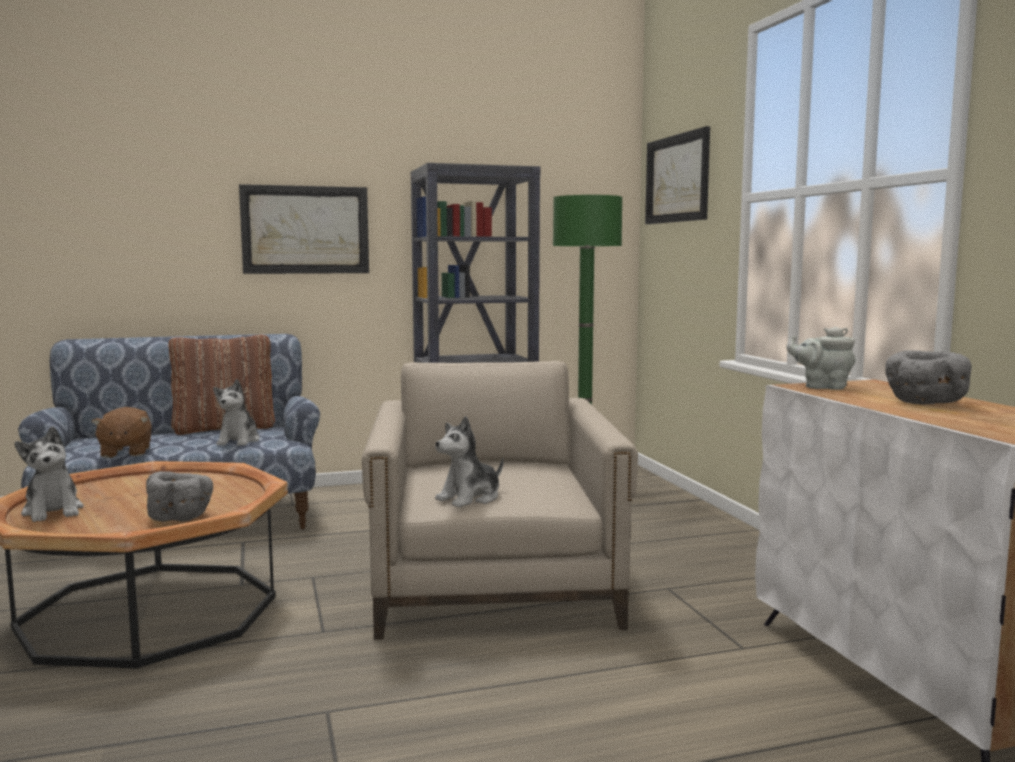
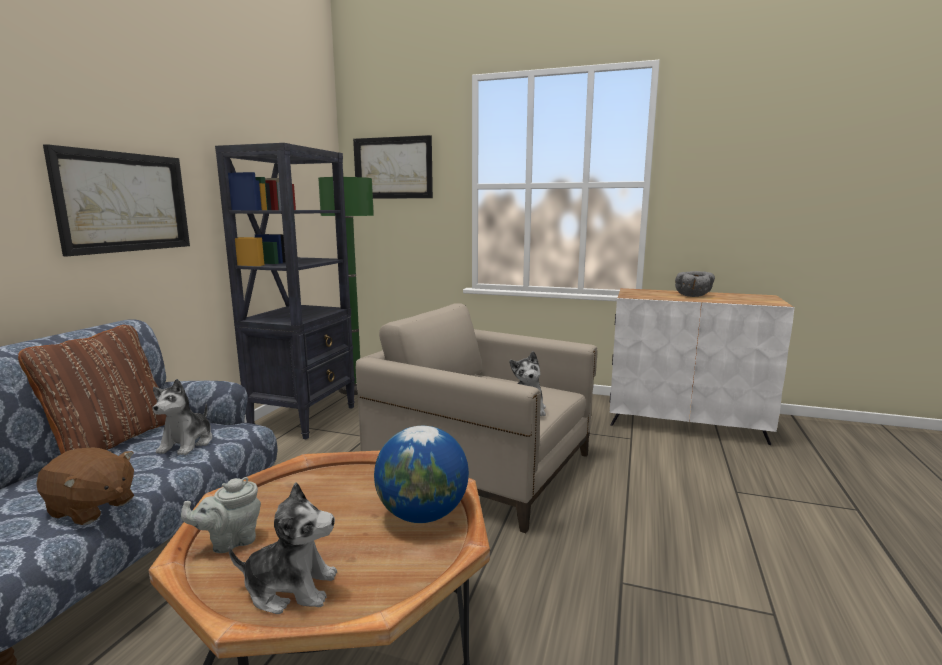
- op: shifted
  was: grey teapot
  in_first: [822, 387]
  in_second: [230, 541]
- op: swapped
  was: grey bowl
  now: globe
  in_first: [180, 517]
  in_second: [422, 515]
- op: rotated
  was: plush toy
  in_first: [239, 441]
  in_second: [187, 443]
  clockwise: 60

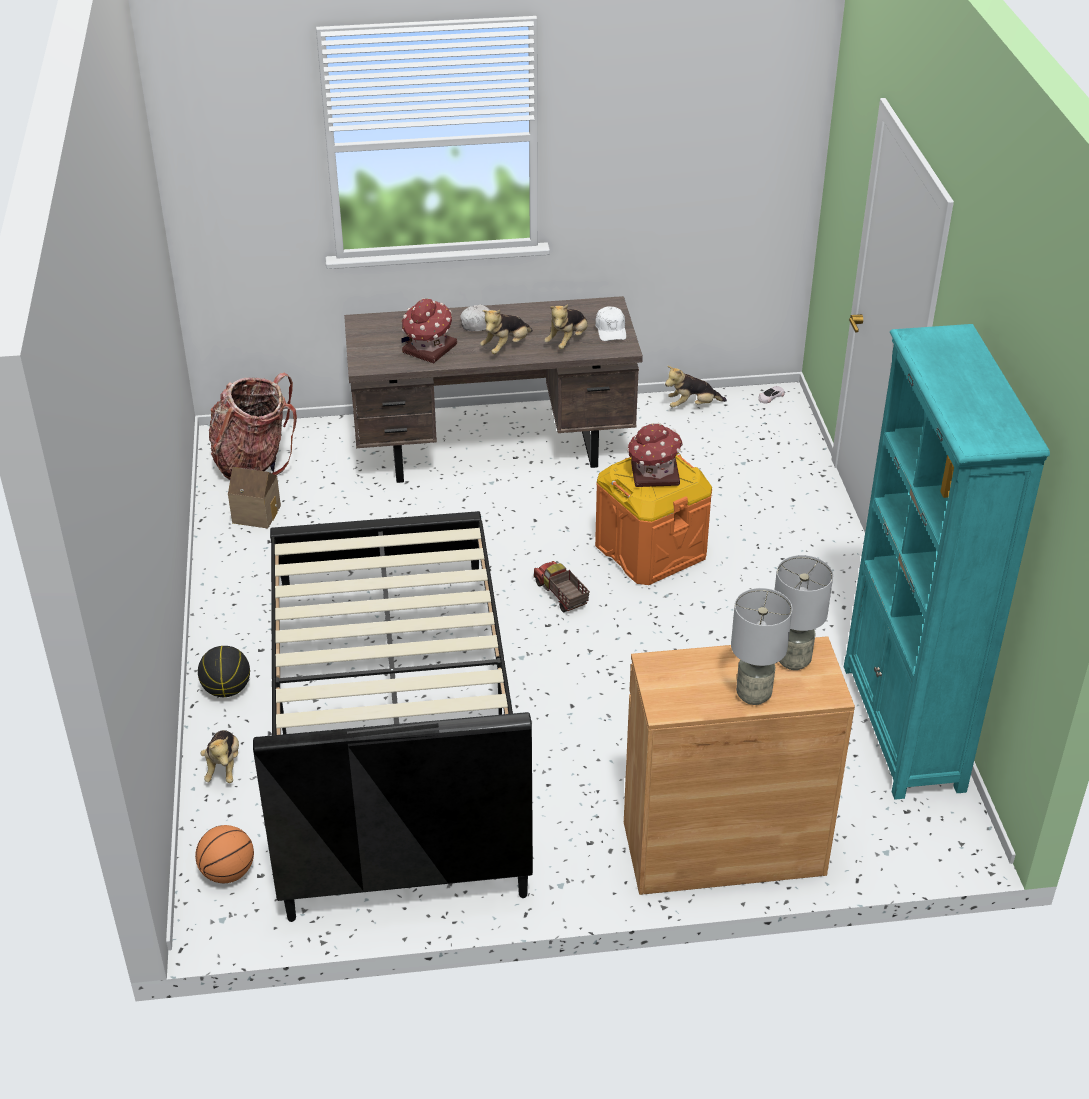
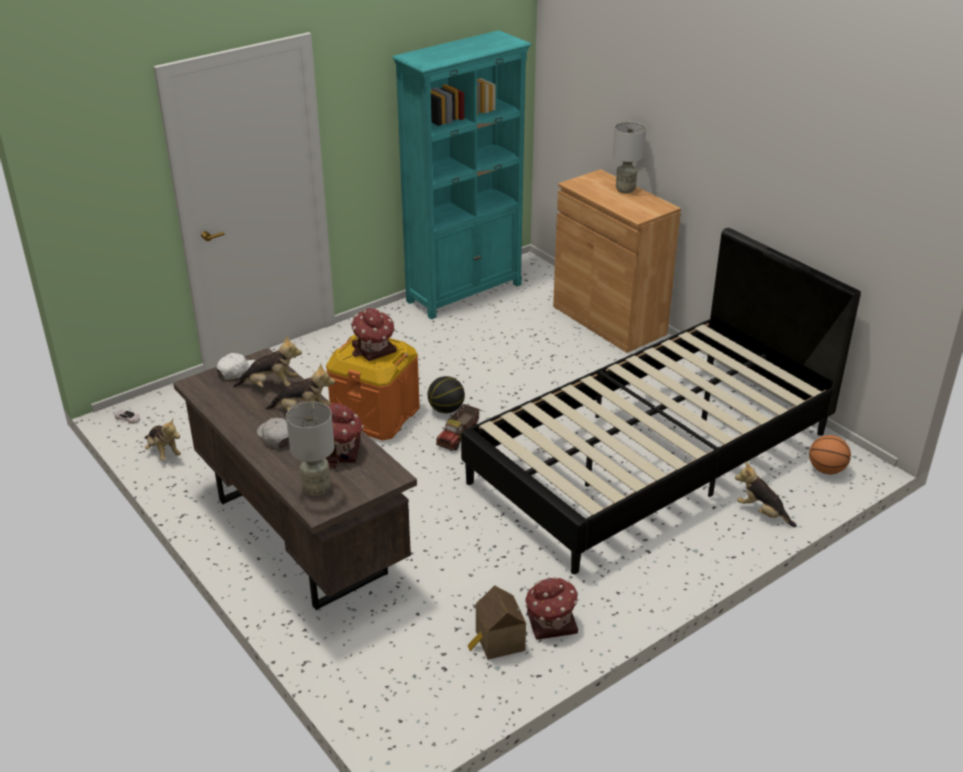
- op: gone
  was: backpack
  in_first: [254, 461]
- op: new
  now: toy house
  in_second: [550, 623]
- op: shifted
  was: basketball
  in_first: [227, 689]
  in_second: [446, 409]
- op: shifted
  was: grey table lamp
  in_first: [792, 660]
  in_second: [316, 489]
- op: rotated
  was: plush toy
  in_first: [223, 767]
  in_second: [762, 513]
  clockwise: -105

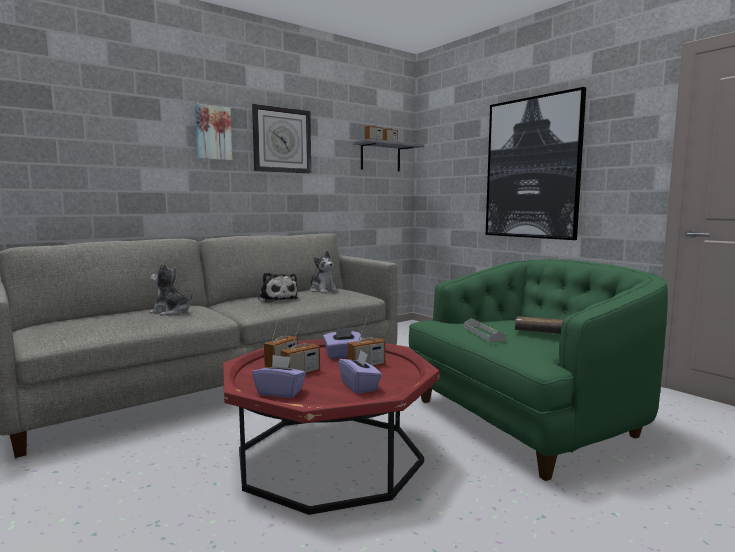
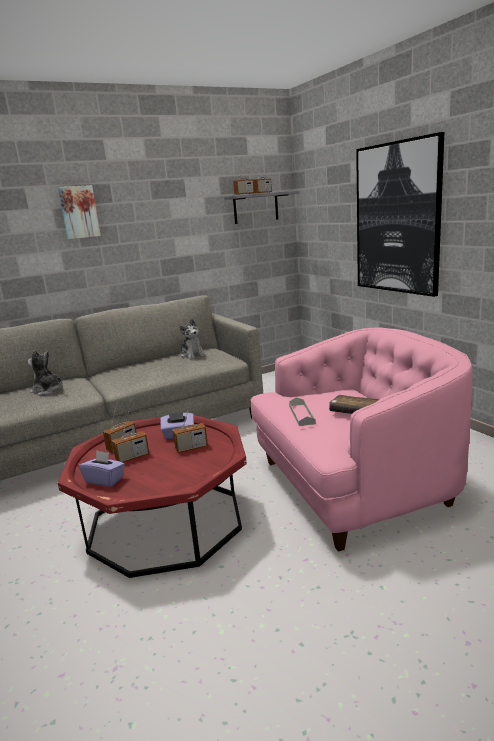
- op: gone
  was: wall clock
  in_first: [282, 140]
- op: gone
  was: plush toy
  in_first: [277, 299]
- op: gone
  was: purple tissue box
  in_first: [359, 386]
- op: repainted
  was: green armchair
  now: pink armchair
  in_first: [525, 420]
  in_second: [353, 485]

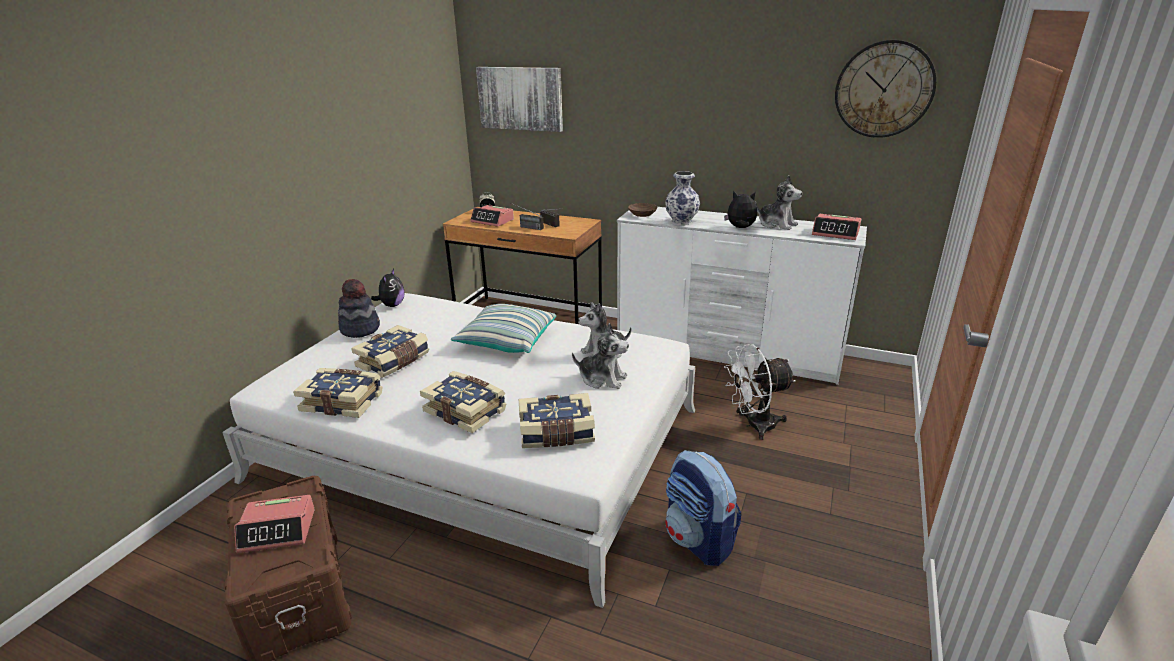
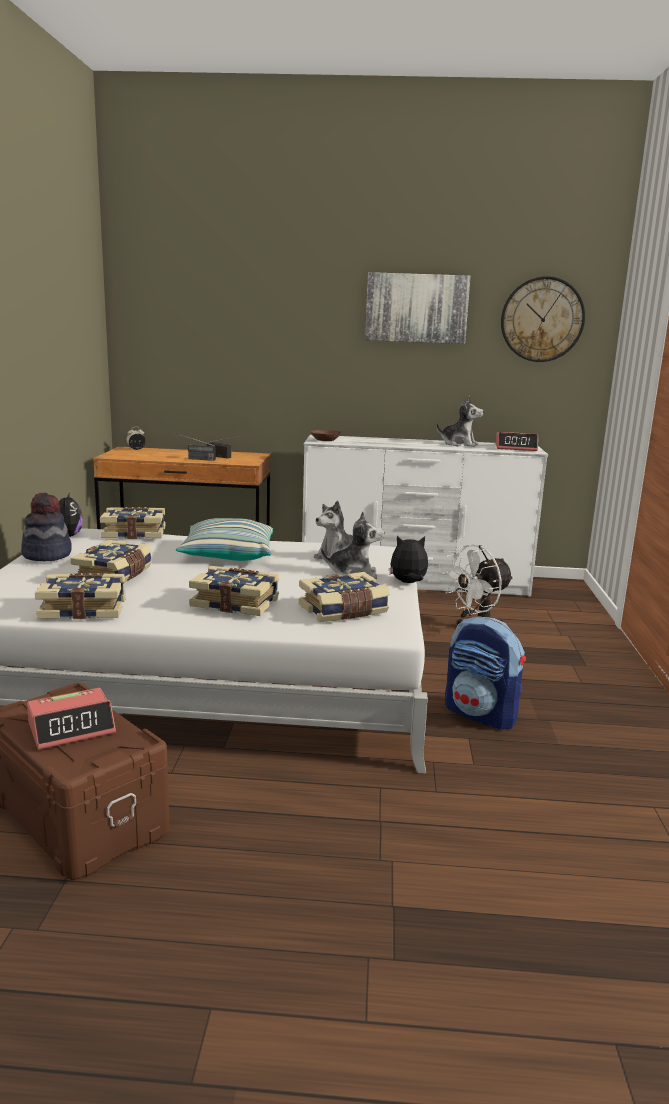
- op: gone
  was: alarm clock
  in_first: [492, 221]
- op: gone
  was: vase
  in_first: [682, 222]
- op: new
  now: book
  in_second: [134, 533]
- op: shifted
  was: picture
  in_first: [520, 98]
  in_second: [416, 308]
- op: shifted
  was: plush toy
  in_first: [740, 228]
  in_second: [408, 583]

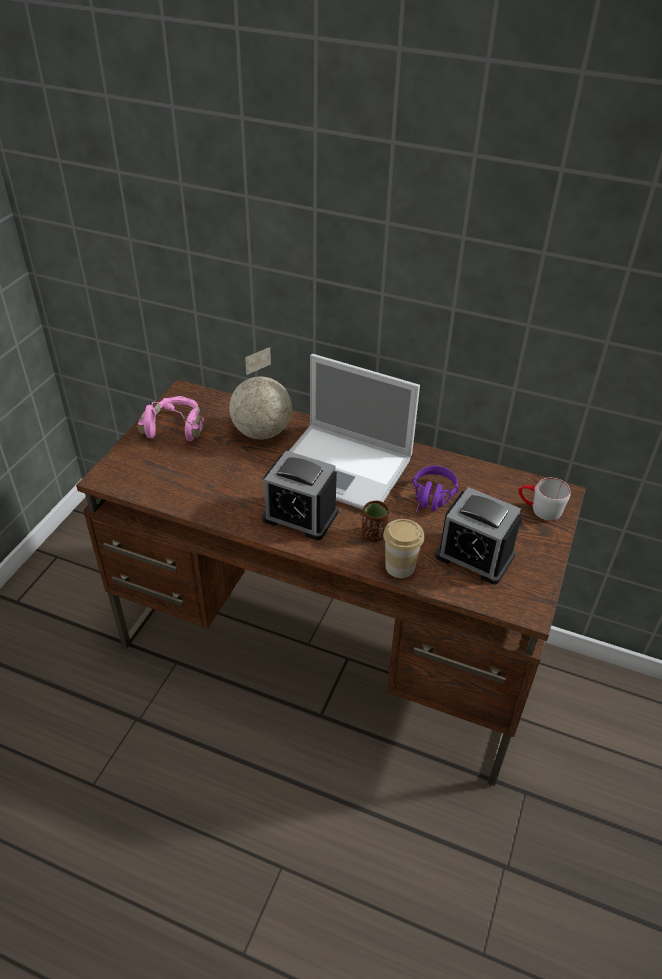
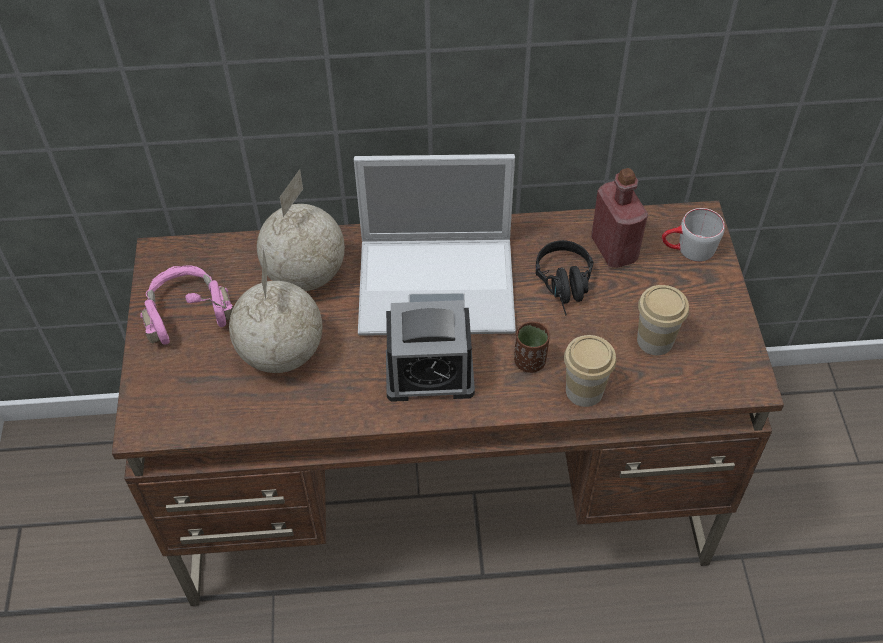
- op: new
  now: globe
  in_second: [282, 352]
- op: new
  now: red bottle
  in_second: [614, 249]
- op: swapped
  was: alarm clock
  now: cup
  in_first: [474, 556]
  in_second: [655, 340]
- op: repainted
  was: purple headphones
  now: black headphones
  in_first: [431, 500]
  in_second: [566, 288]

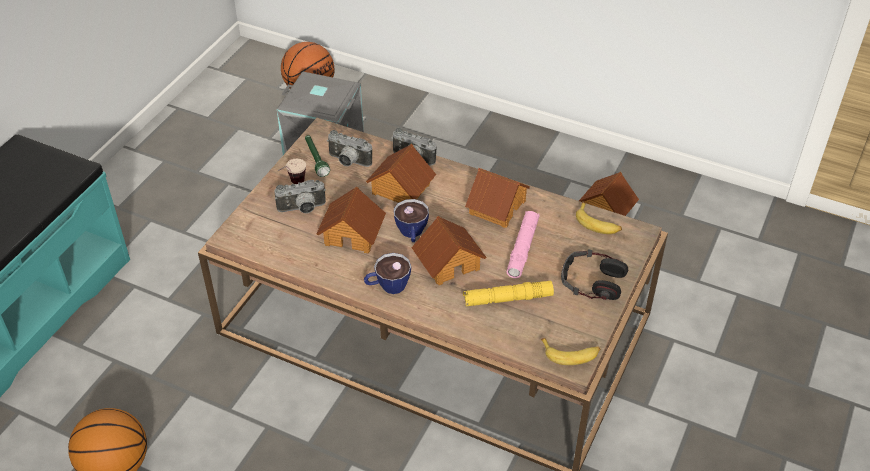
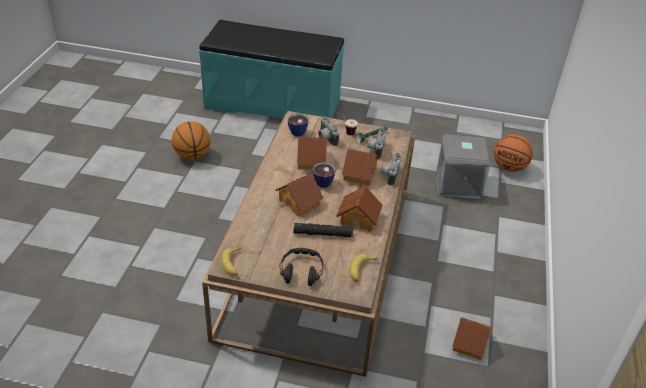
- op: gone
  was: yellow flashlight
  in_first: [507, 299]
- op: shifted
  was: cup
  in_first: [387, 286]
  in_second: [296, 130]
- op: repainted
  was: pink flashlight
  now: black flashlight
  in_first: [522, 248]
  in_second: [323, 234]

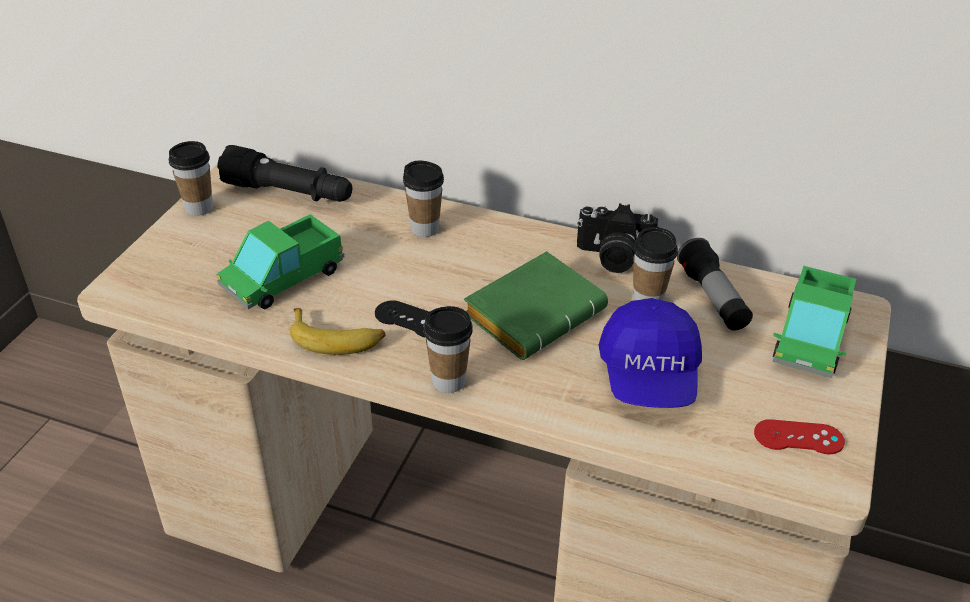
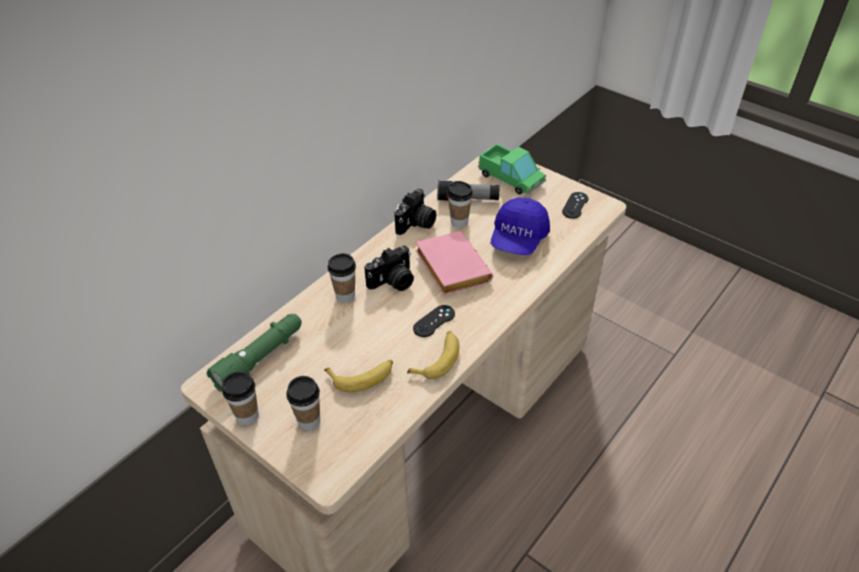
- op: new
  now: photo camera
  in_second: [393, 282]
- op: shifted
  was: cup
  in_first: [448, 381]
  in_second: [309, 421]
- op: swapped
  was: toy truck
  now: banana
  in_first: [283, 278]
  in_second: [362, 377]
- op: repainted
  was: black flashlight
  now: green flashlight
  in_first: [289, 193]
  in_second: [261, 359]
- op: repainted
  was: green book
  now: pink book
  in_first: [534, 311]
  in_second: [449, 267]
- op: repainted
  was: red game controller
  now: black game controller
  in_first: [798, 437]
  in_second: [575, 205]
- op: rotated
  was: blue cap
  in_first: [649, 376]
  in_second: [518, 239]
  clockwise: 90

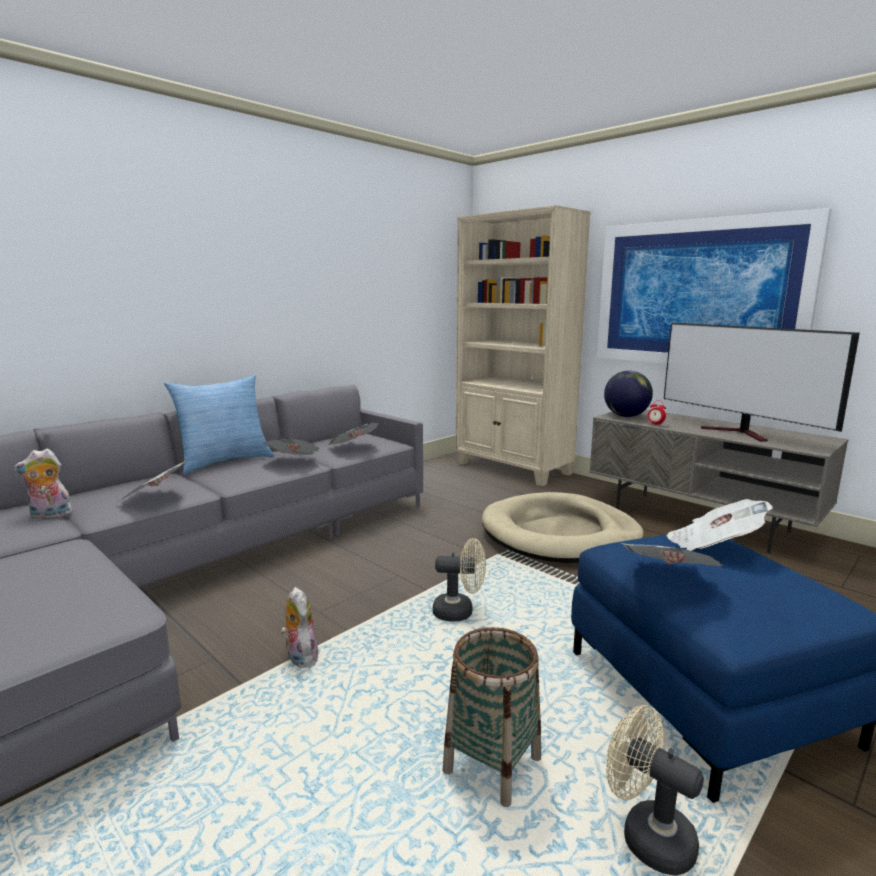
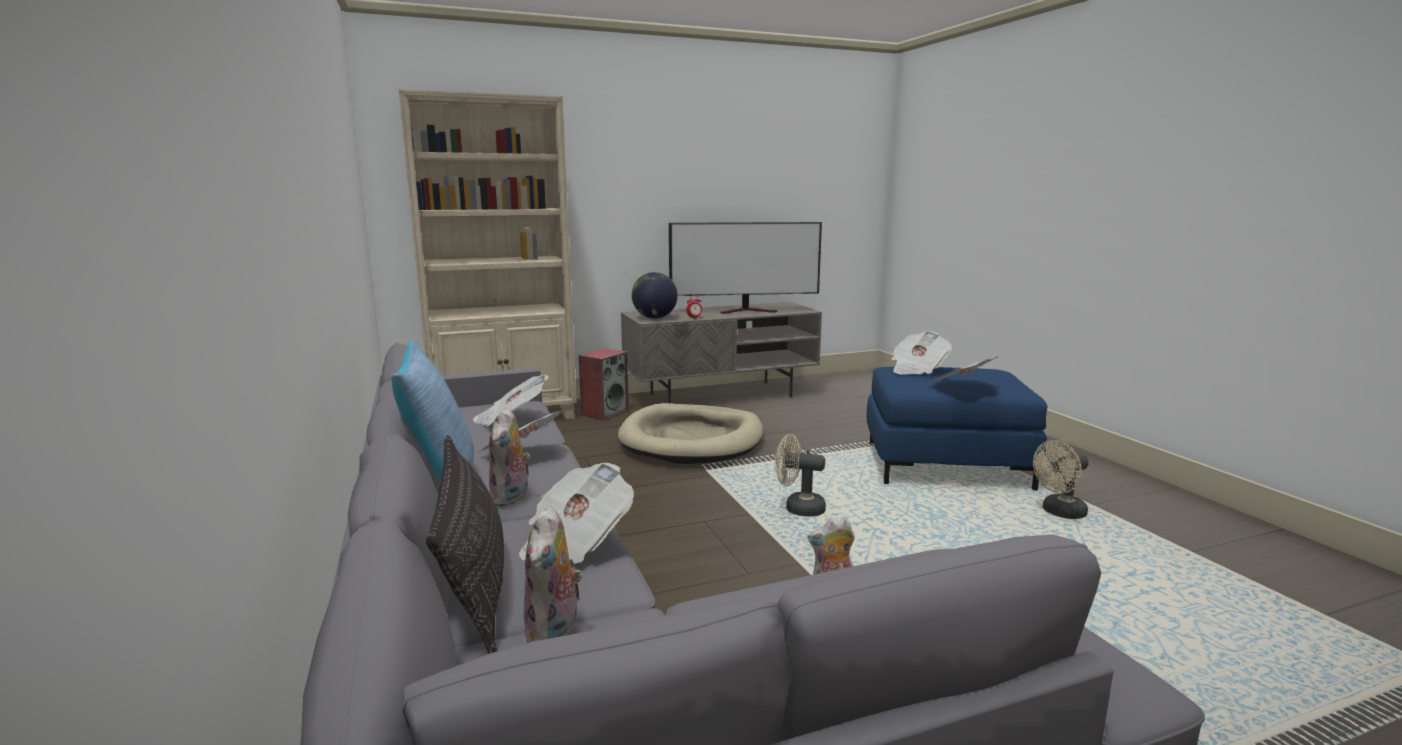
- op: gone
  was: basket
  in_first: [492, 765]
- op: gone
  was: picture
  in_first: [698, 294]
- op: new
  now: pillow
  in_second: [475, 583]
- op: new
  now: plush toy
  in_second: [511, 498]
- op: new
  now: speaker
  in_second: [605, 412]
- op: rotated
  was: beige fan
  in_first: [460, 612]
  in_second: [798, 508]
  clockwise: -105

